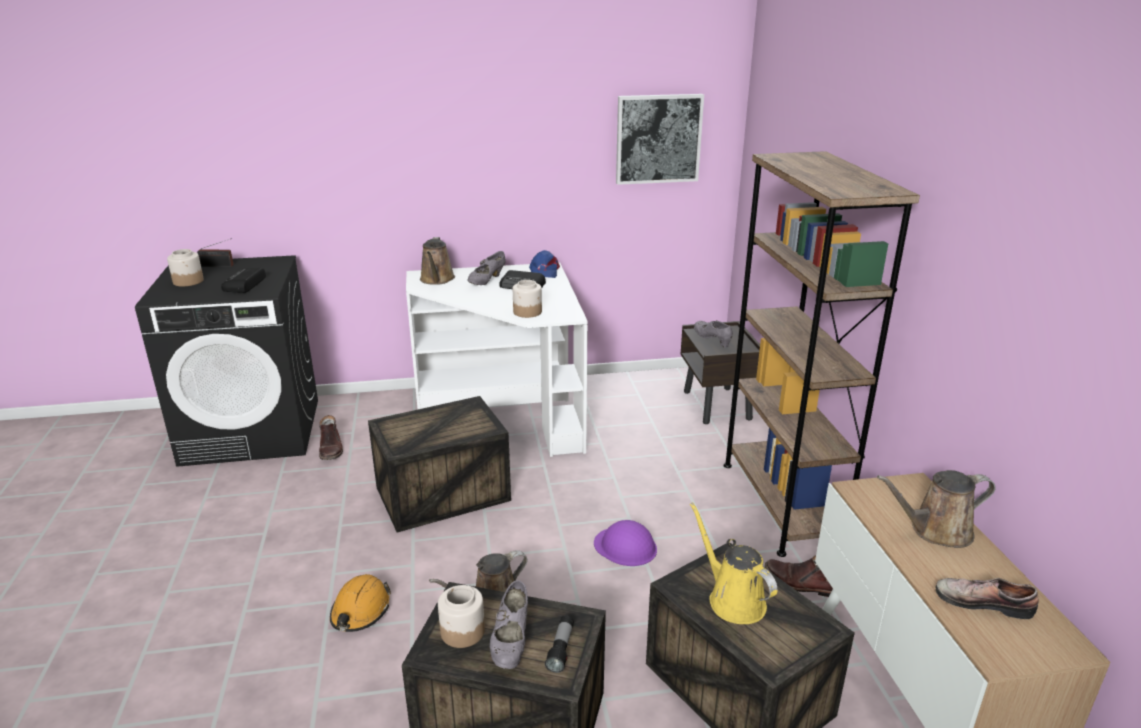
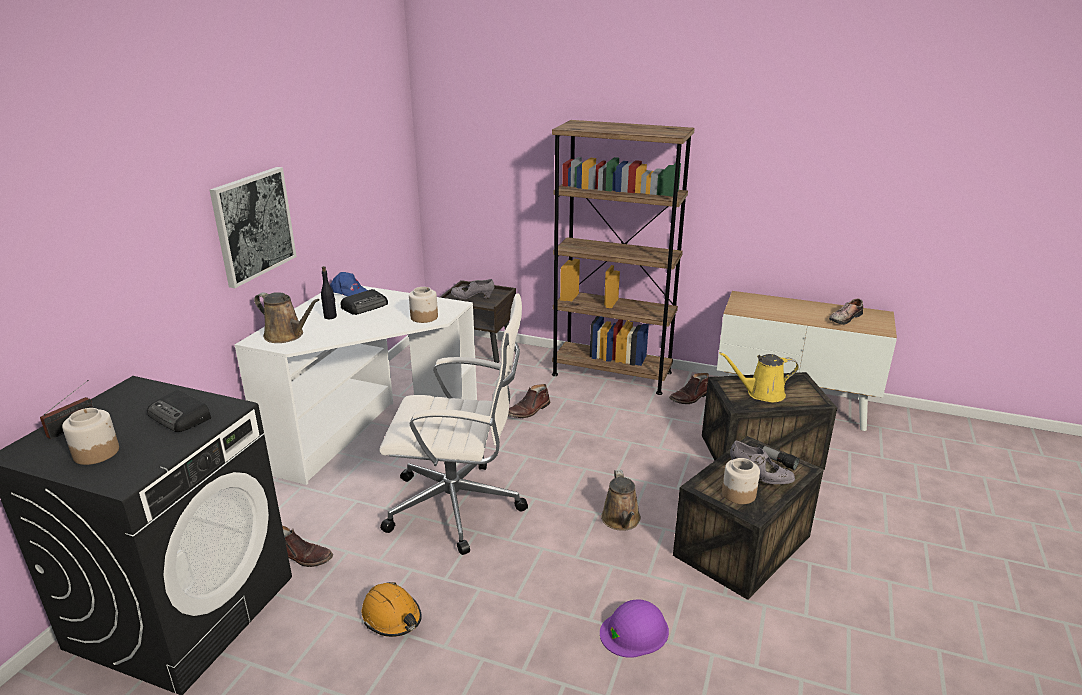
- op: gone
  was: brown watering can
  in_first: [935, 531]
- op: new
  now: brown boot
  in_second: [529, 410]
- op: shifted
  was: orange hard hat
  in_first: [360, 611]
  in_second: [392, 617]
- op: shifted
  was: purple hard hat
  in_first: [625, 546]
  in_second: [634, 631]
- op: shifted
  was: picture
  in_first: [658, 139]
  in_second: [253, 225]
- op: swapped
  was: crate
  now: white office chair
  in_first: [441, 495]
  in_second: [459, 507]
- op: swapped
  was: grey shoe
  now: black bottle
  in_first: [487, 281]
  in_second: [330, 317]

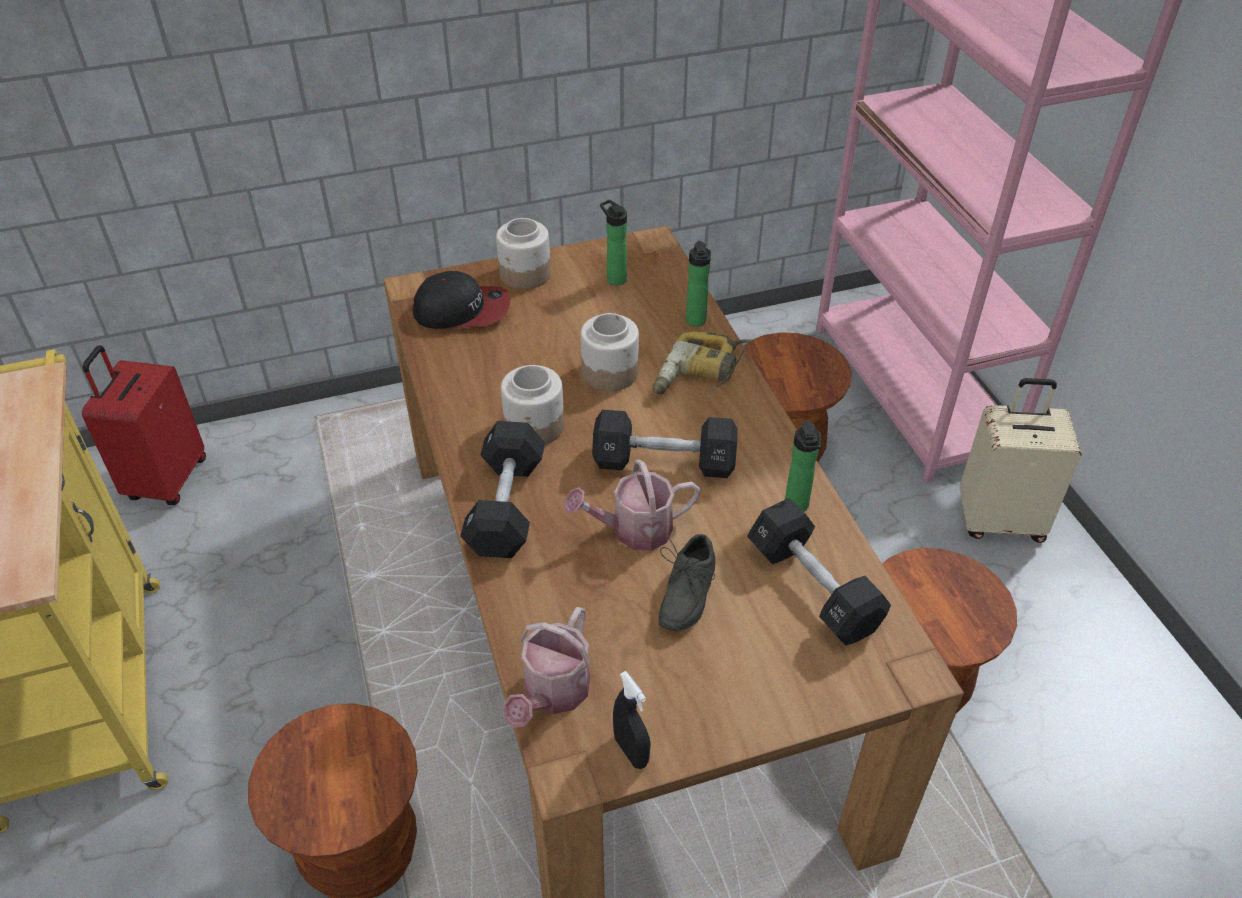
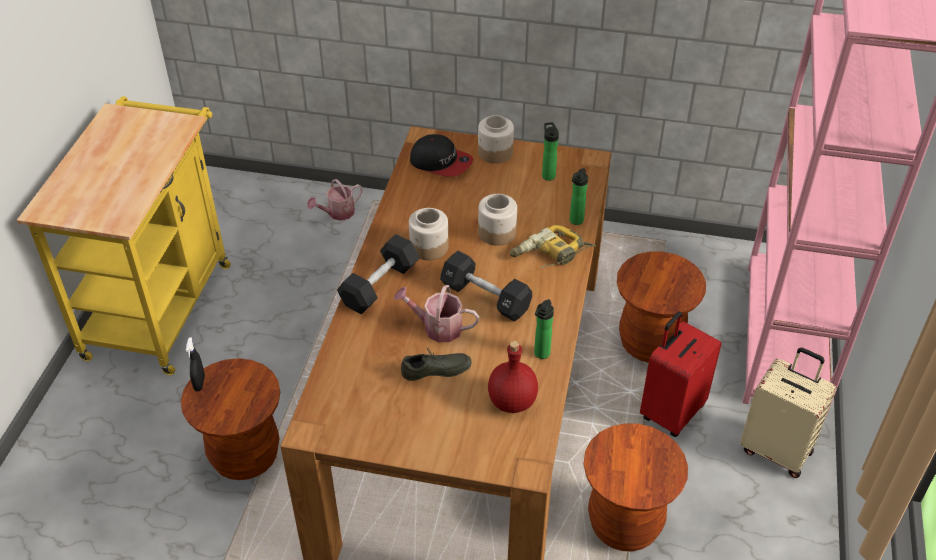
- op: shifted
  was: red suitcase
  in_first: [165, 480]
  in_second: [671, 412]
- op: shifted
  was: watering can
  in_first: [552, 694]
  in_second: [337, 213]
- op: shifted
  was: black spray bottle
  in_first: [631, 751]
  in_second: [199, 383]
- op: swapped
  was: black dumbbell
  now: red bottle
  in_first: [813, 588]
  in_second: [511, 401]
- op: rotated
  was: grey shoe
  in_first: [683, 593]
  in_second: [436, 372]
  clockwise: -150

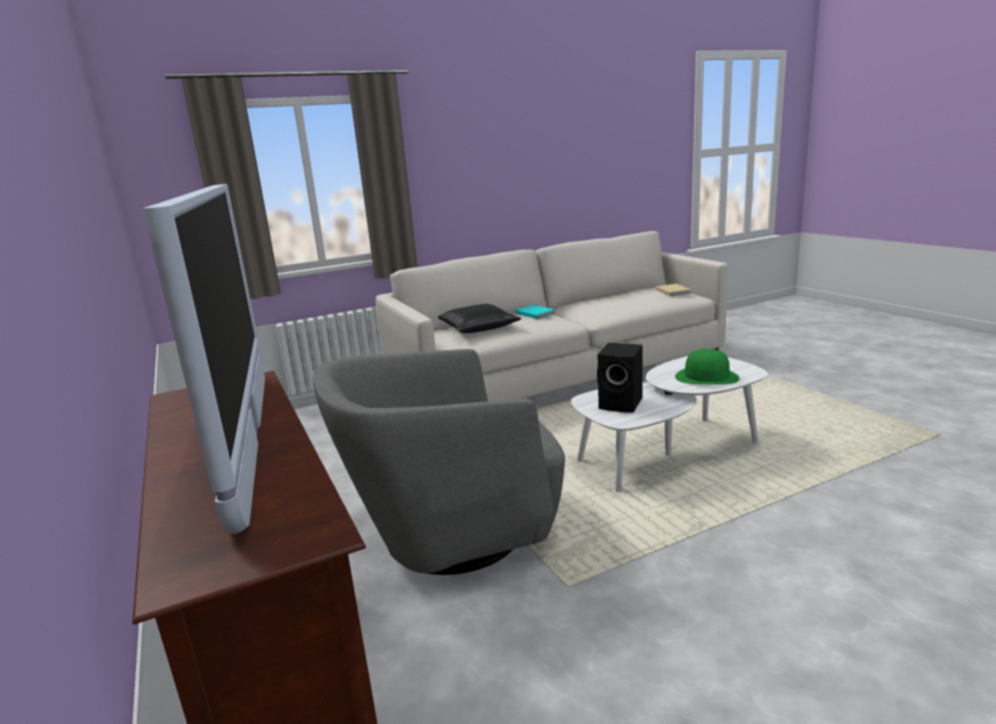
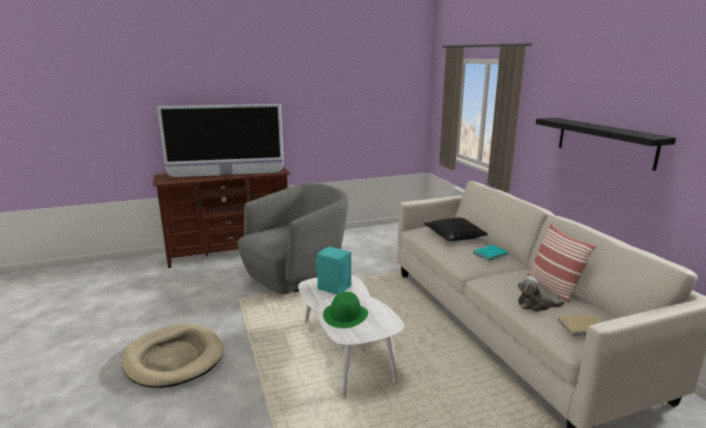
- op: new
  now: beige dog bed
  in_second: [174, 359]
- op: new
  now: plush toy
  in_second: [536, 305]
- op: new
  now: pillow
  in_second: [553, 287]
- op: new
  now: black shelf
  in_second: [605, 142]
- op: repainted
  was: black speaker
  now: turquoise speaker
  in_first: [622, 404]
  in_second: [333, 288]
- op: rotated
  was: grey armchair
  in_first: [451, 533]
  in_second: [296, 276]
  clockwise: 60

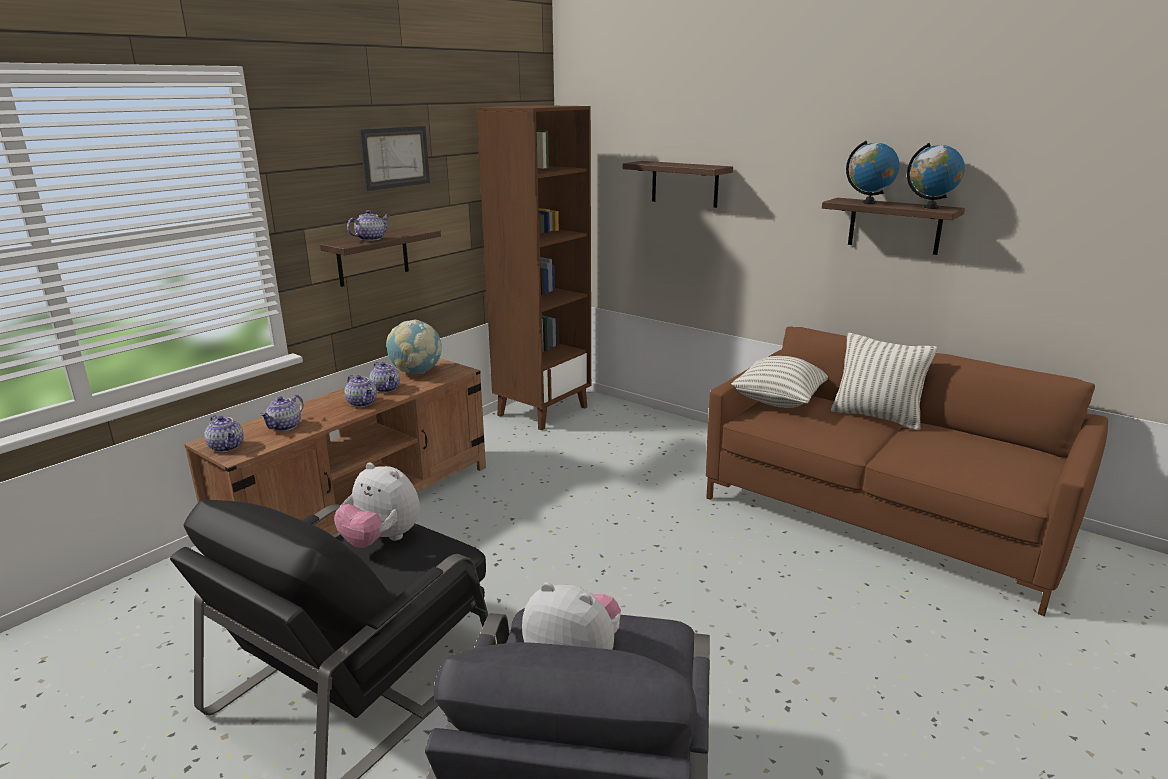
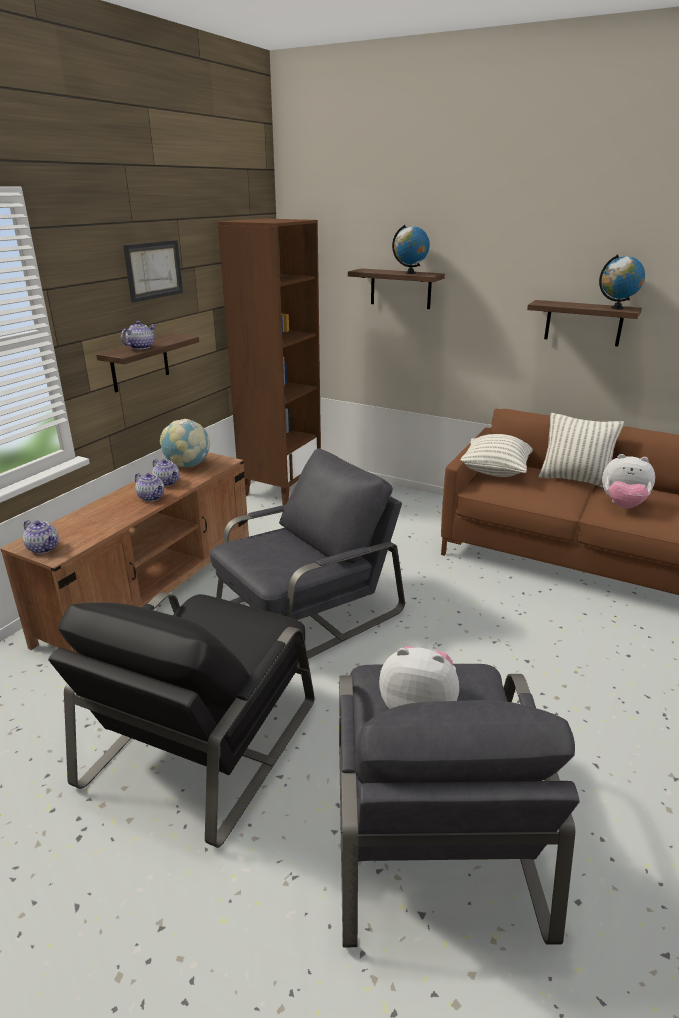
- op: gone
  was: teapot
  in_first: [285, 426]
- op: new
  now: grey armchair
  in_second: [307, 610]
- op: shifted
  was: plush toy
  in_first: [381, 540]
  in_second: [623, 505]
- op: shifted
  was: globe
  in_first: [869, 203]
  in_second: [410, 273]

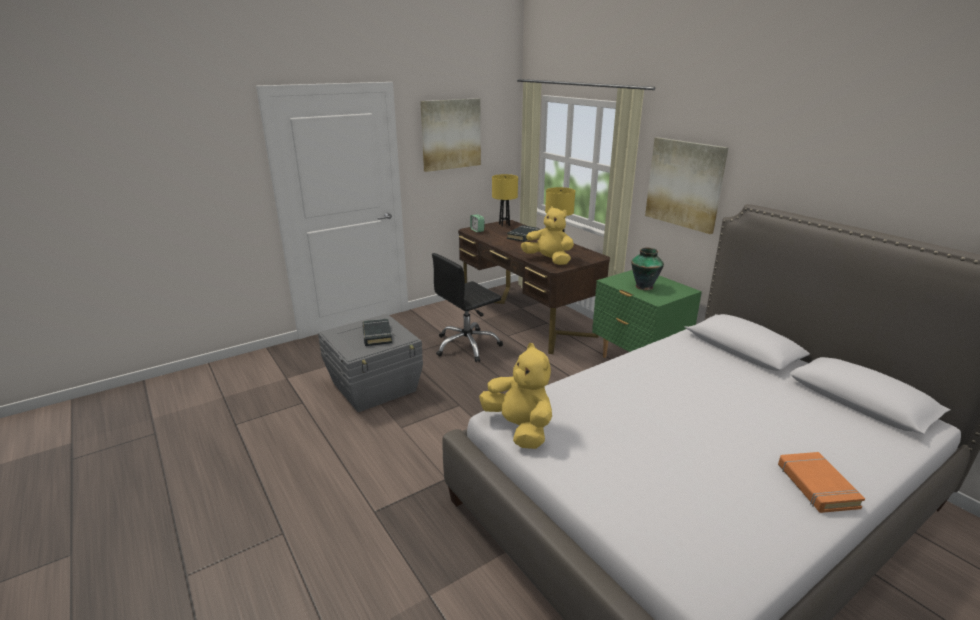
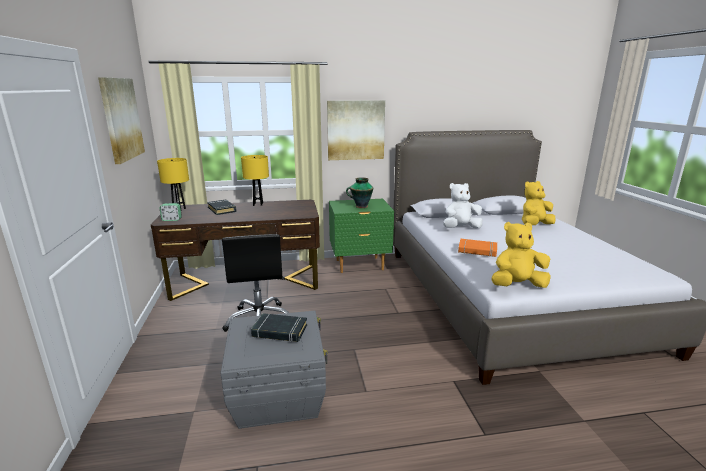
- op: new
  now: white plush toy
  in_second: [460, 228]
- op: shifted
  was: yellow plush toy
  in_first: [548, 260]
  in_second: [535, 225]
- op: shifted
  was: orange book
  in_first: [816, 486]
  in_second: [477, 250]

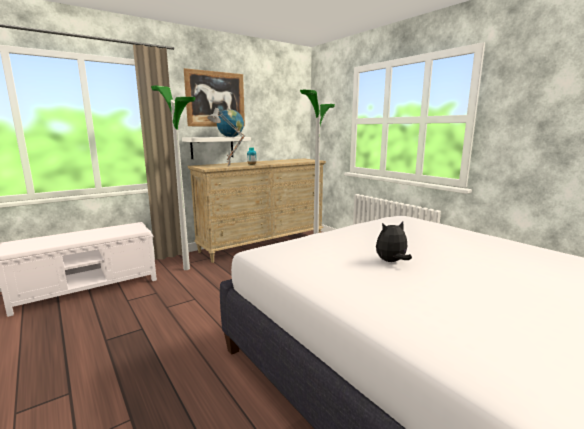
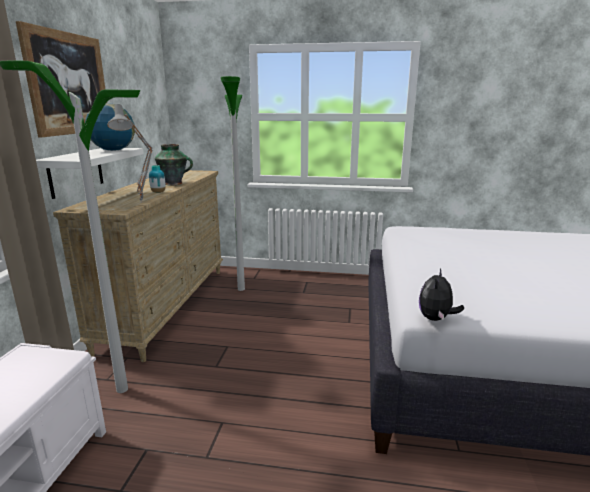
- op: new
  now: vase
  in_second: [174, 184]
- op: shifted
  was: plush toy
  in_first: [391, 262]
  in_second: [436, 319]

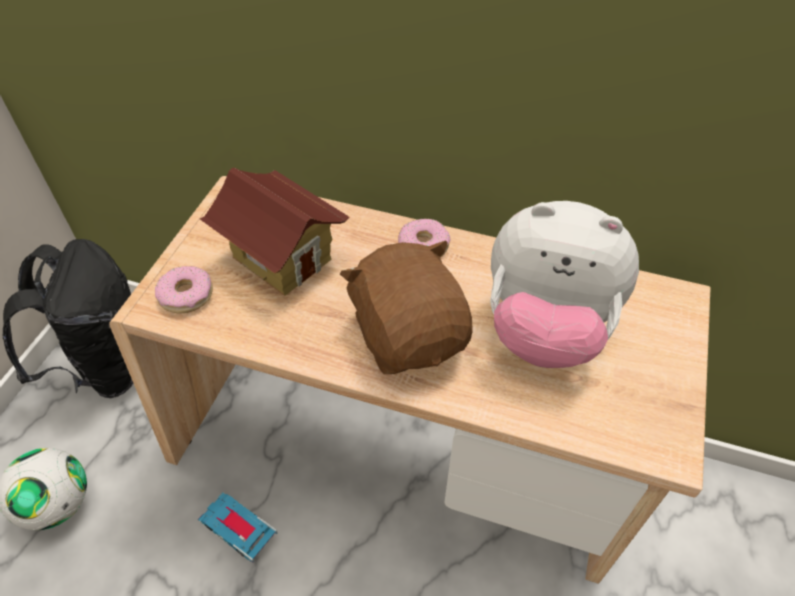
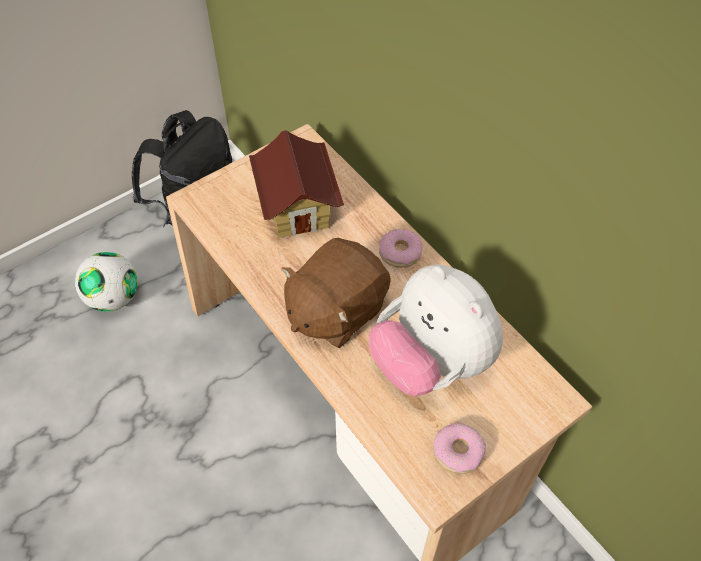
- op: gone
  was: toy car
  in_first: [238, 528]
- op: shifted
  was: donut
  in_first: [186, 295]
  in_second: [458, 452]
- op: rotated
  was: brown plush toy
  in_first: [409, 334]
  in_second: [335, 310]
  clockwise: -150

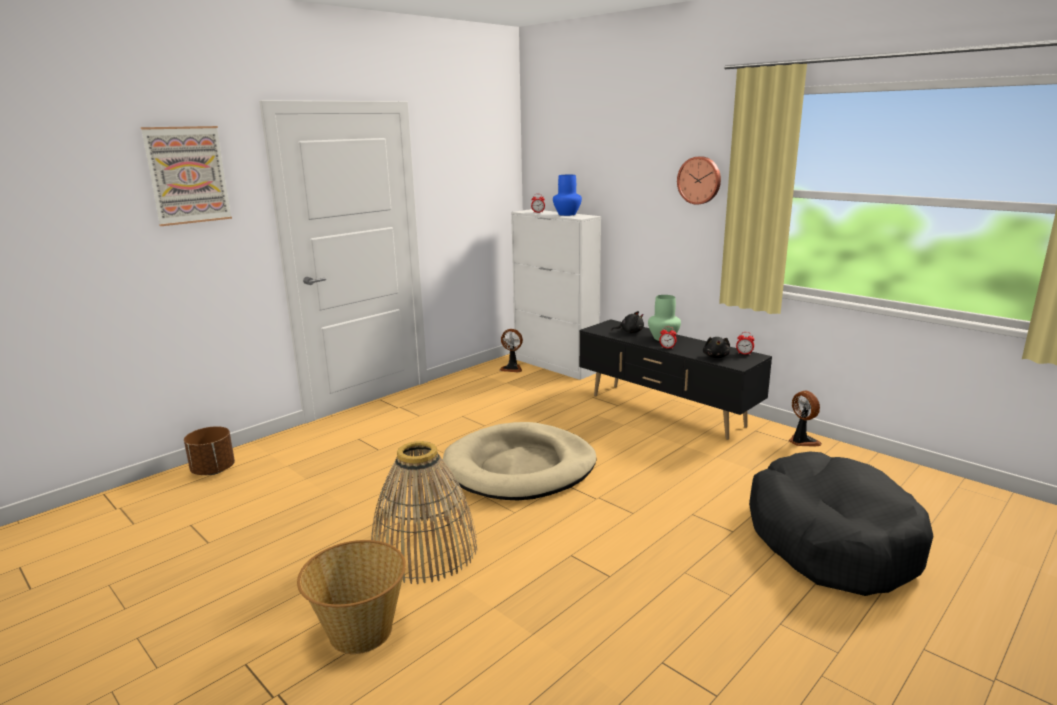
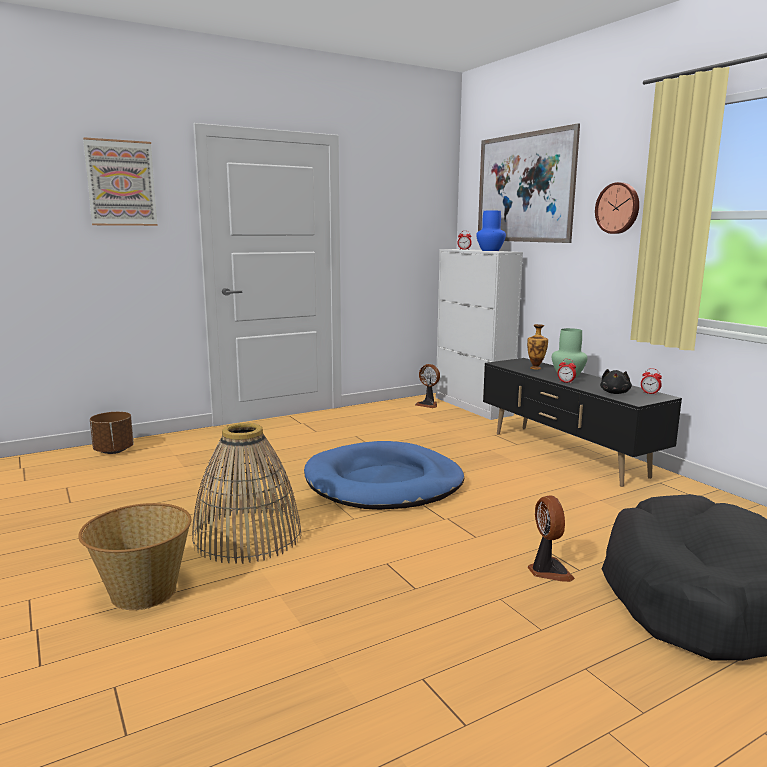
- op: new
  now: picture
  in_second: [524, 188]
- op: shifted
  was: fan
  in_first: [802, 441]
  in_second: [548, 571]
- op: swapped
  was: black plush toy
  now: vase
  in_first: [630, 332]
  in_second: [536, 368]
- op: repainted
  was: beige dog bed
  now: blue dog bed
  in_first: [520, 467]
  in_second: [384, 483]

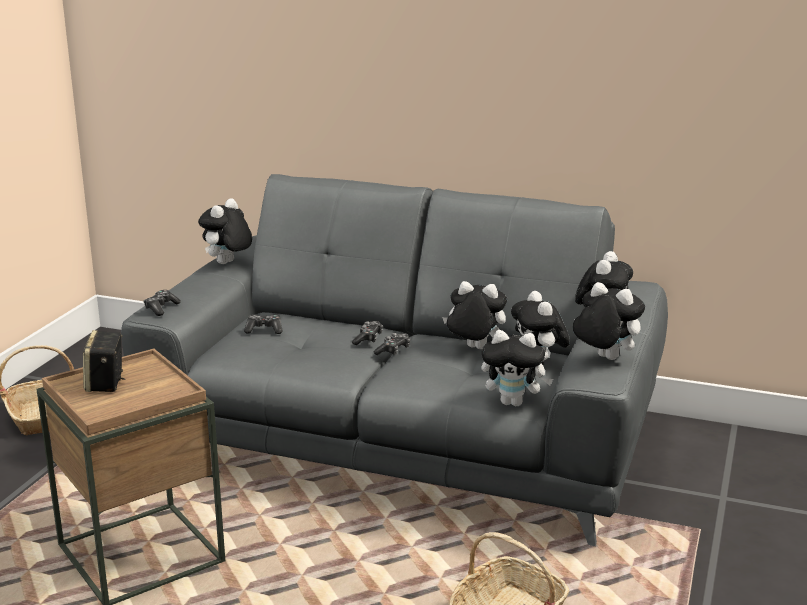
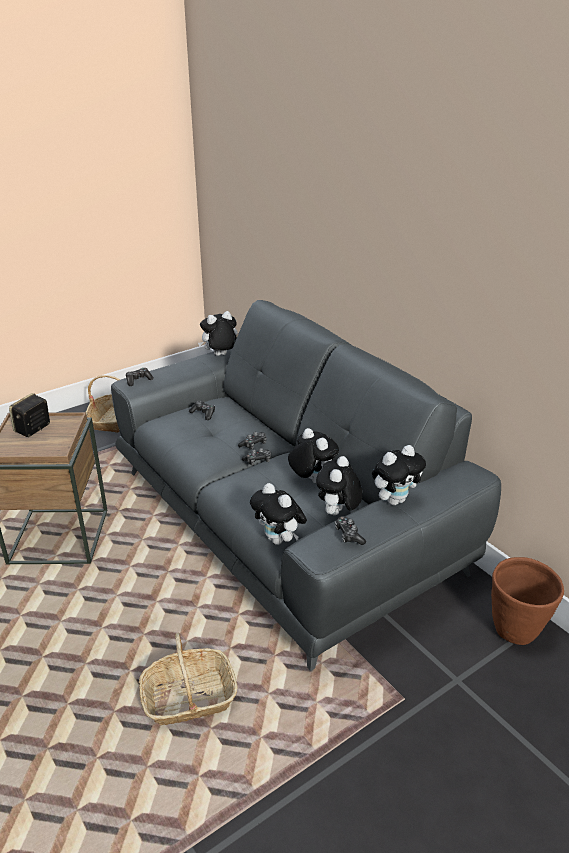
- op: new
  now: brown planter
  in_second: [515, 631]
- op: swapped
  was: plush toy
  now: game controller
  in_first: [603, 358]
  in_second: [348, 535]

